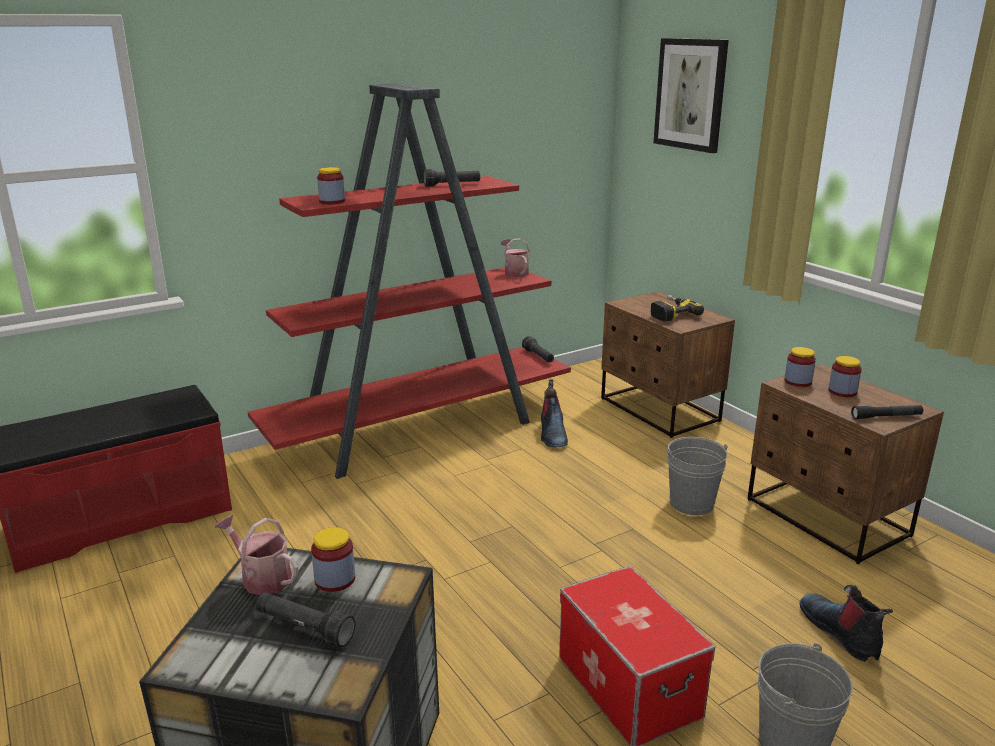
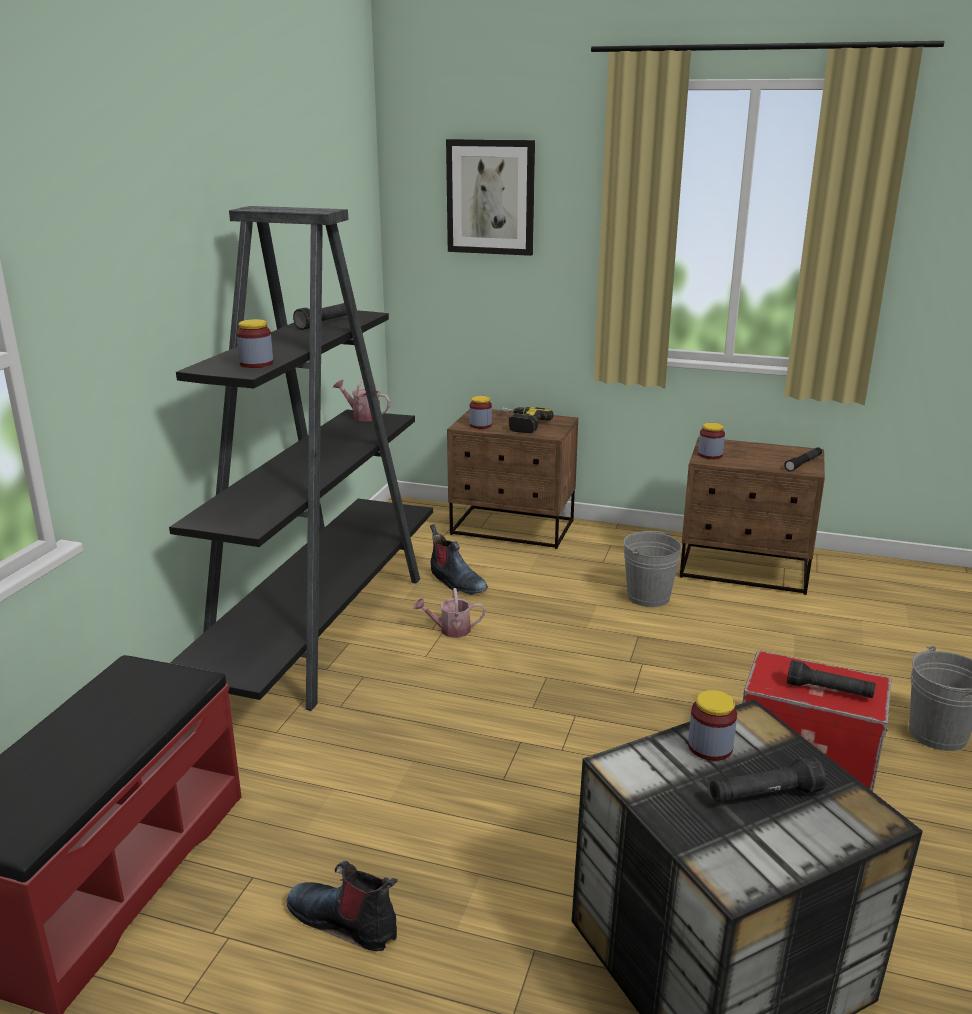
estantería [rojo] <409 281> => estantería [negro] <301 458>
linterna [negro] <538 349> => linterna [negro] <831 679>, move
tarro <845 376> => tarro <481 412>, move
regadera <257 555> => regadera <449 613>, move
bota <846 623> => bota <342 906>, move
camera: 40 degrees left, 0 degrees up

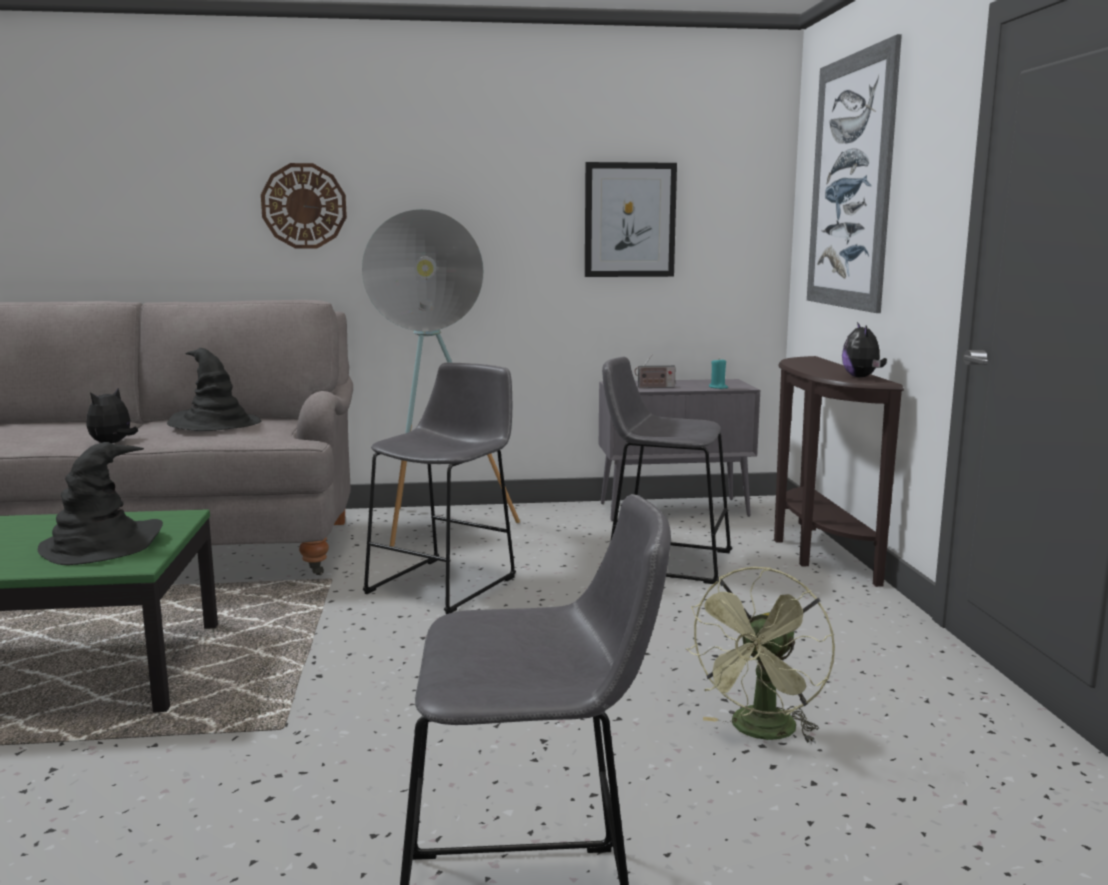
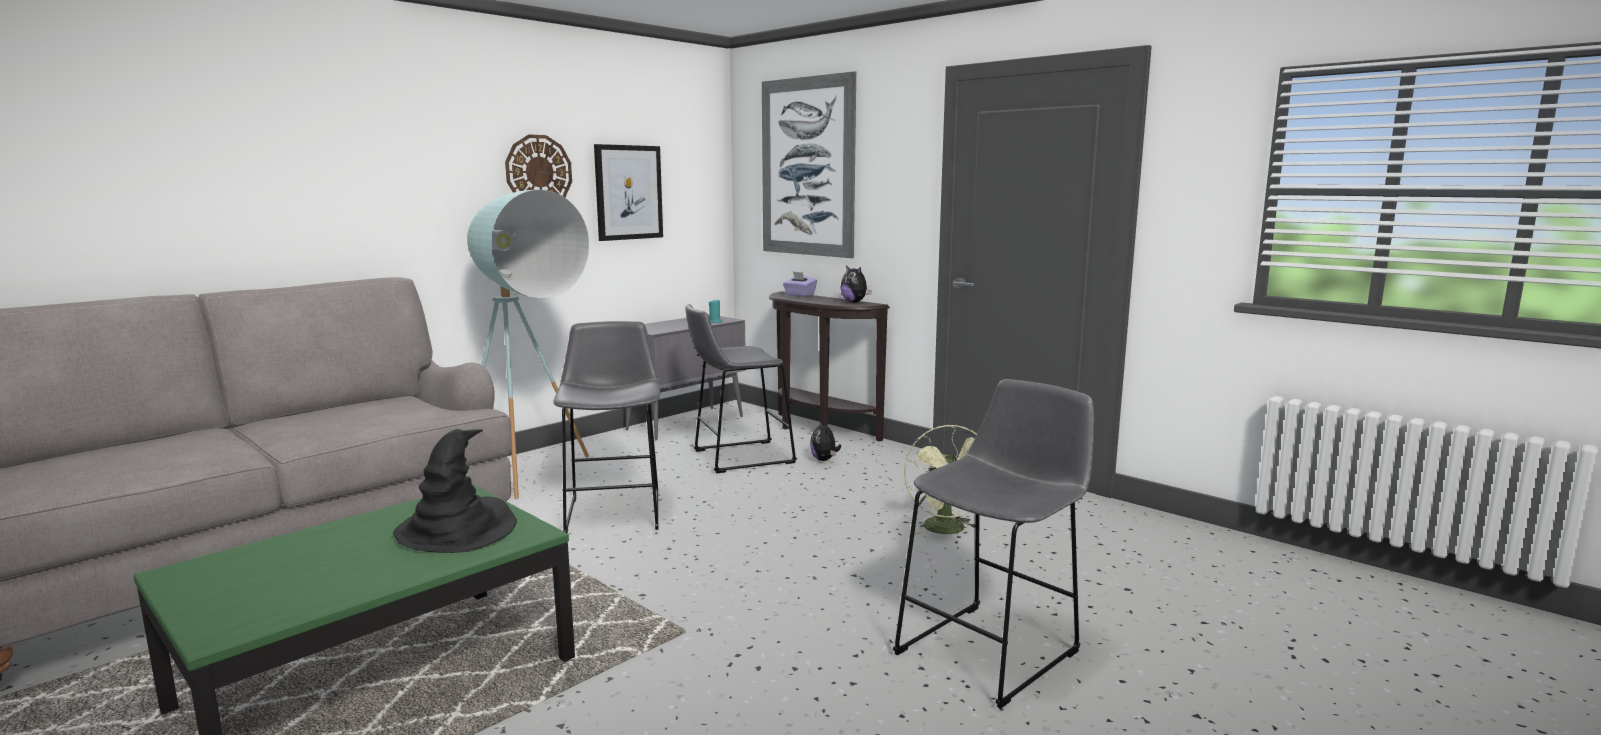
reloj de pared <304 205> => reloj de pared <538 166>, move
sombrero [negro] <214 389> => nothing
radio <654 371> => nothing
peluche <112 415> => peluche <825 441>, move
nothing => caja de pañuelos [morado] <800 284>
camera: 40 degrees left, 0 degrees up

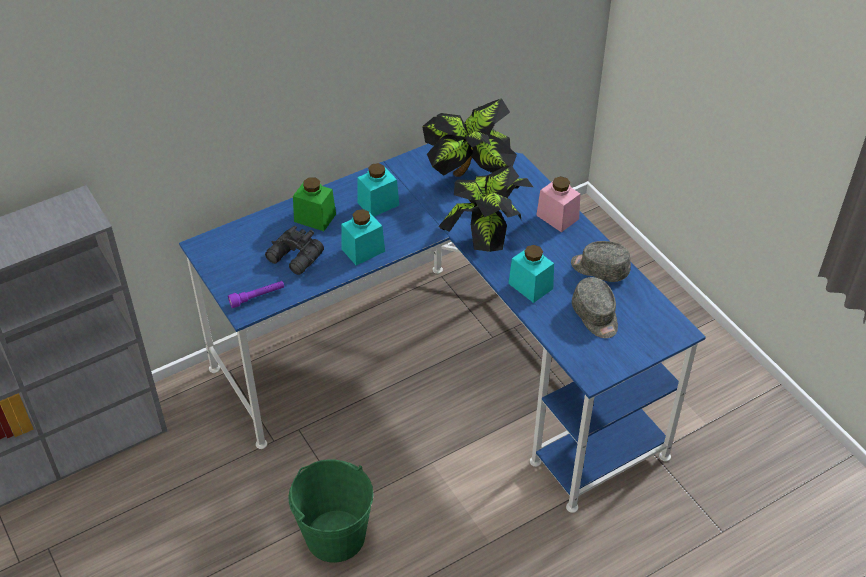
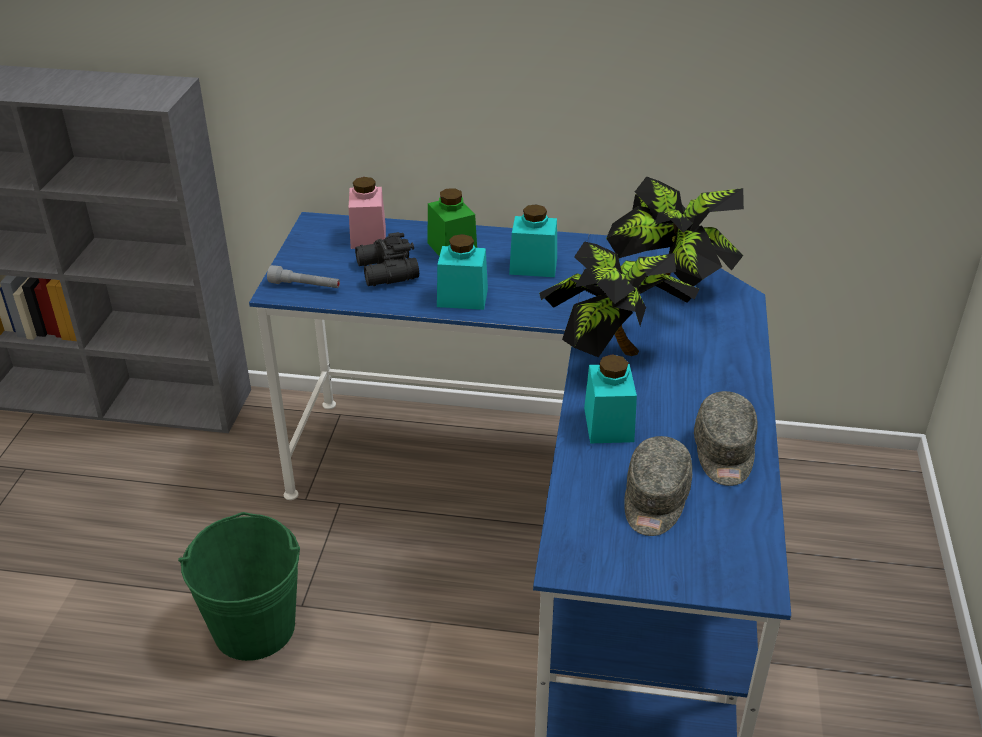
tarro [rosa] <558 204> => tarro [rosa] <367 213>, move
gorra [gris] <601 261> => gorra [gris] <725 438>, 150 degrees counterclockwise
linterna [morado] <256 294> => linterna [gris] <303 276>
camera: 40 degrees right, 10 degrees down

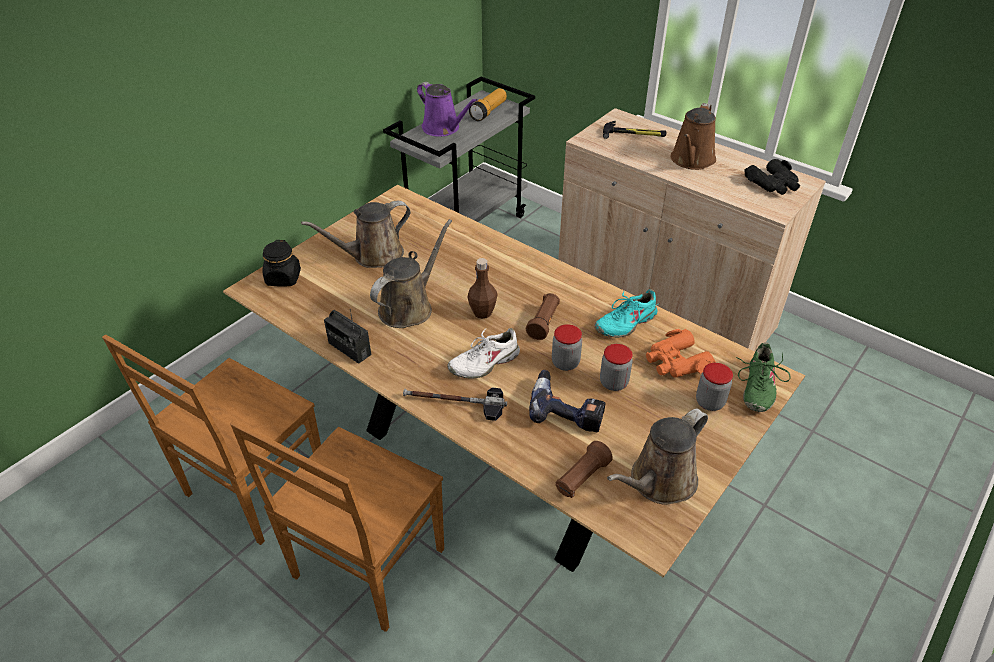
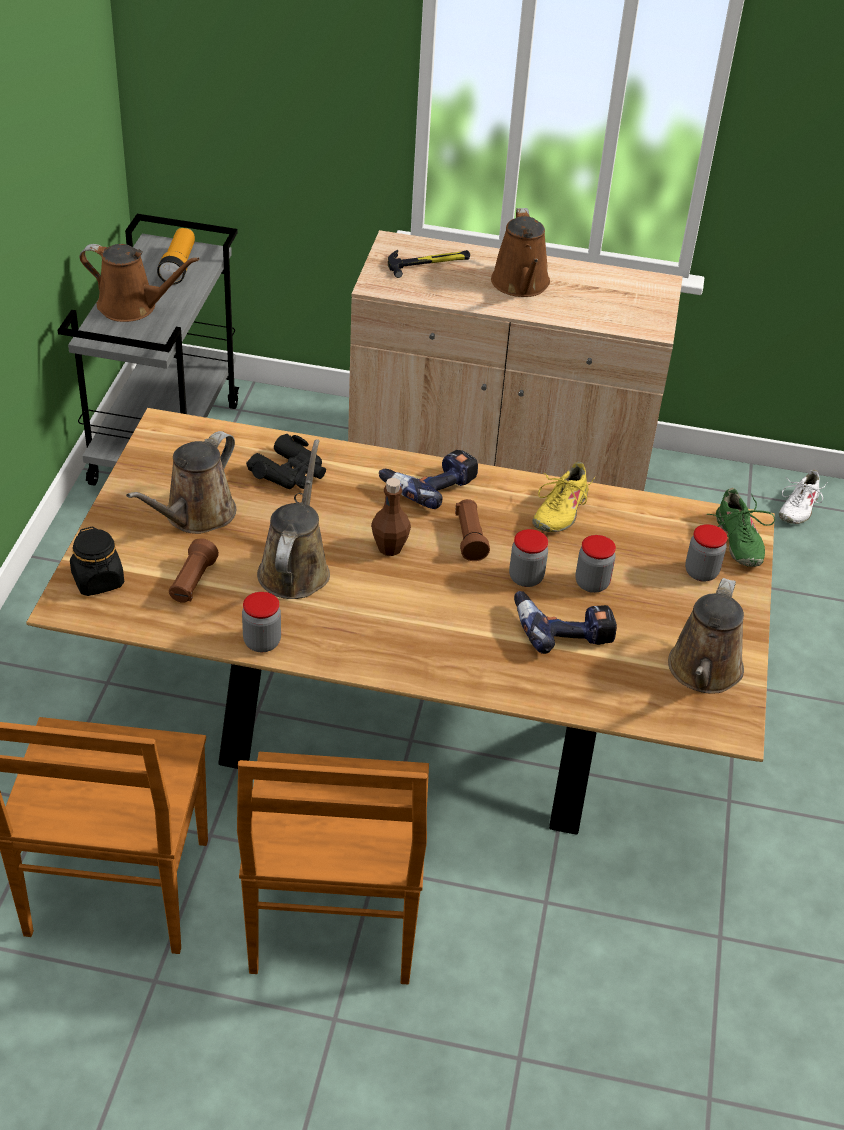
regadera [morado] <447 109> => regadera [marrón] <139 283>
prismáticos [negro] <772 177> => prismáticos [negro] <286 461>, move
zapato [turquesa] <627 313> => zapato [amarillo] <564 497>
radio <347 336> => tarro <261 622>
zapato [blanco] <483 353> => zapato [blanco] <803 497>, move
prismáticos [naranja] <681 353> => nothing
martillo <455 404> => nothing
linterna [marrón] <584 469> => linterna [marrón] <194 570>, move
nothing => taladro <428 479>
camera: 30 degrees left, 0 degrees up

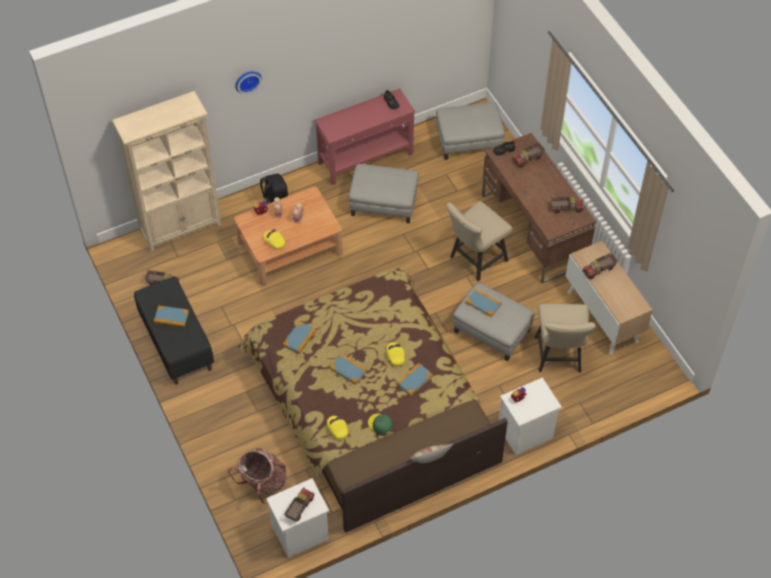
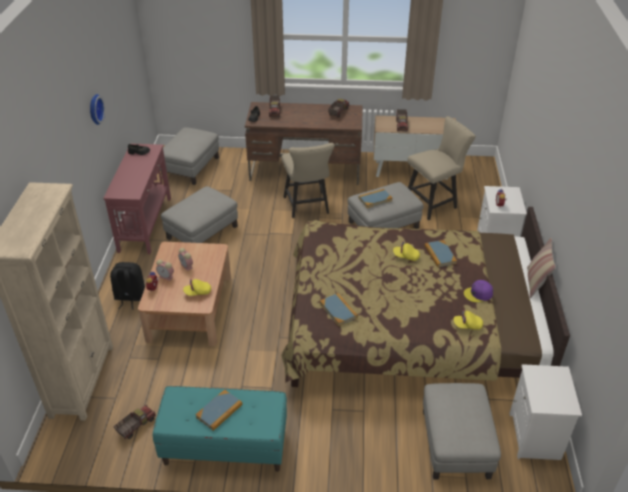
reloj de pared <248 82> => reloj de pared <97 109>, move
banco [negro] <174 331> => banco [turquesa] <220 429>
silla [beis] <565 338> => silla [beis] <441 168>, 60 degrees counterclockwise
libro <348 369> => nothing
gorra [verde] <380 425> => gorra [morado] <478 291>
mochila <257 476> => puf [gris] <462 431>
camión de juguete <299 504> => nothing
camera: 60 degrees left, 15 degrees down

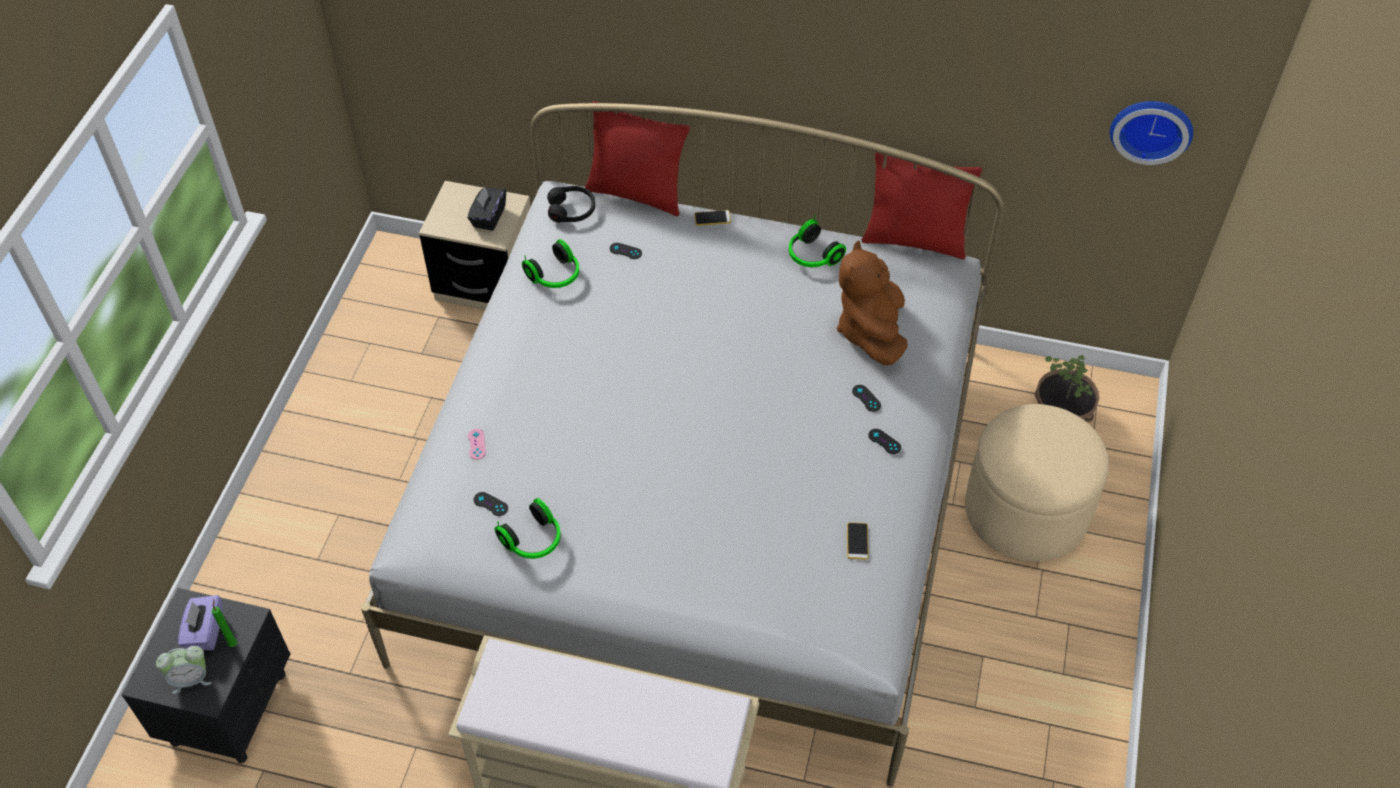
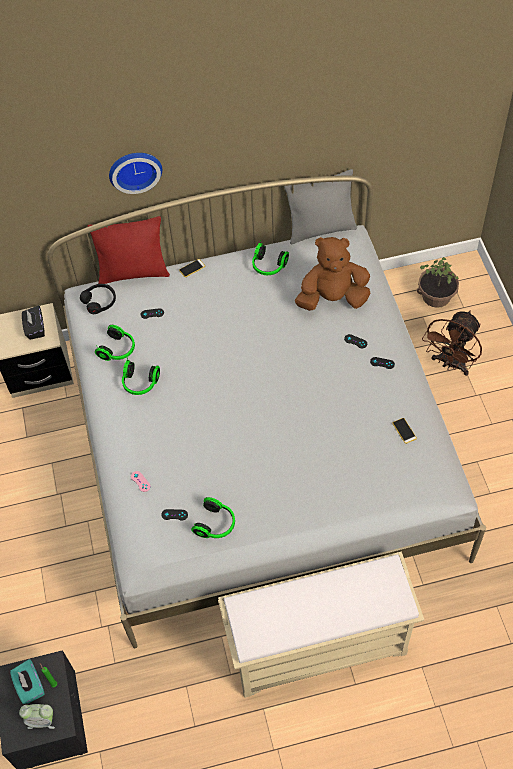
reloj de pared <1151 133> => reloj de pared <135 173>, move
cojín [rojo] <921 206> => cojín [gris] <320 207>
peluche [marrón] <872 303> => peluche [marrón] <332 274>, 105 degrees clockwise
puf [beis] <1037 482> => ventilador [marrón] <452 343>
caja de pañuelos [morado] <200 622> => caja de pañuelos [turquesa] <27 681>
despertador <184 670> => despertador <37 716>, 45 degrees clockwise
nothing => auriculares <141 376>
camera: 25 degrees left, 5 degrees up

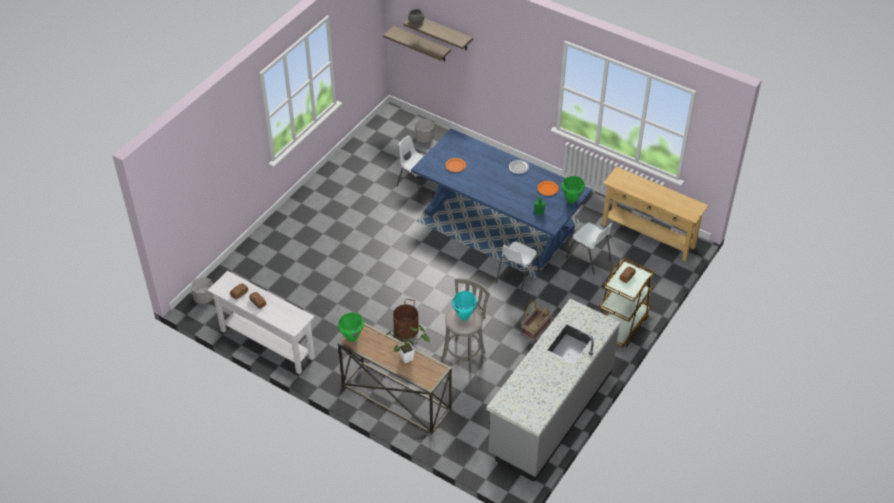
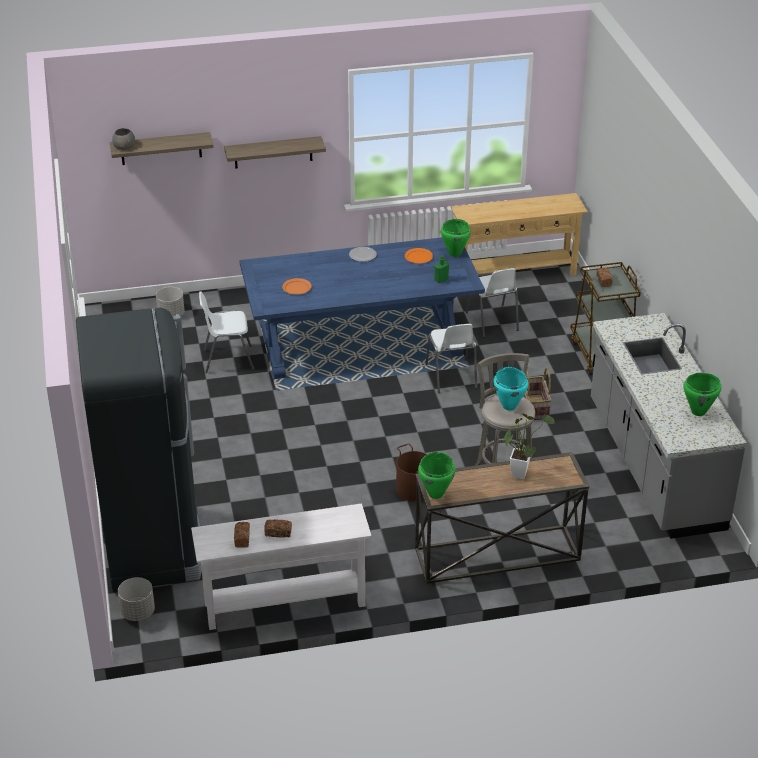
estante <417 44> => estante <275 152>, move
silla [blanco] <589 249> => silla [blanco] <492 302>, 75 degrees clockwise
nothing => nevera [negro] <139 450>
nothing => olla [verde] <702 394>
camera: 45 degrees left, 10 degrees down

